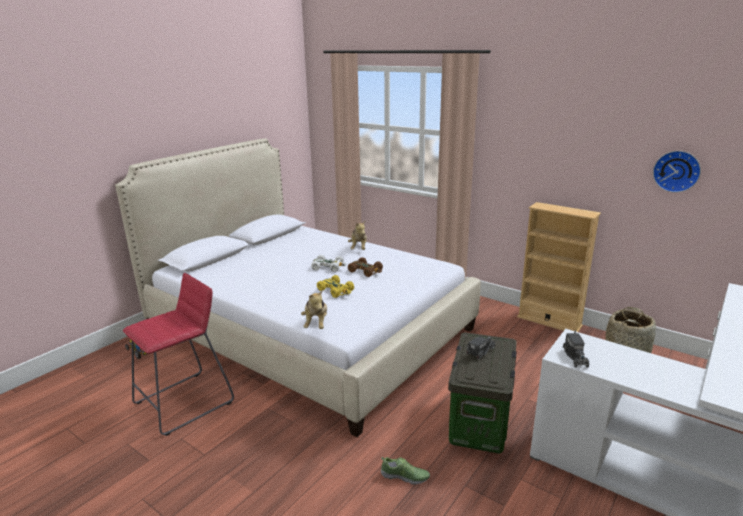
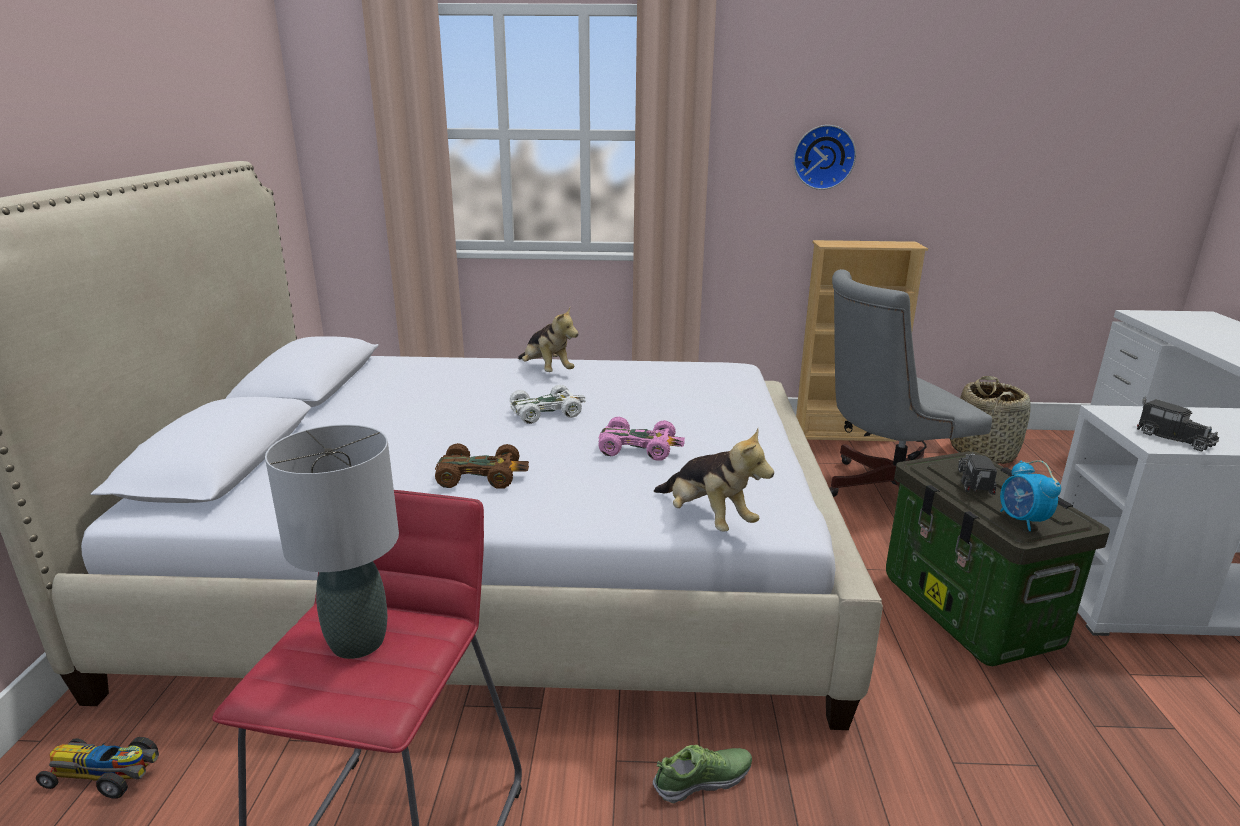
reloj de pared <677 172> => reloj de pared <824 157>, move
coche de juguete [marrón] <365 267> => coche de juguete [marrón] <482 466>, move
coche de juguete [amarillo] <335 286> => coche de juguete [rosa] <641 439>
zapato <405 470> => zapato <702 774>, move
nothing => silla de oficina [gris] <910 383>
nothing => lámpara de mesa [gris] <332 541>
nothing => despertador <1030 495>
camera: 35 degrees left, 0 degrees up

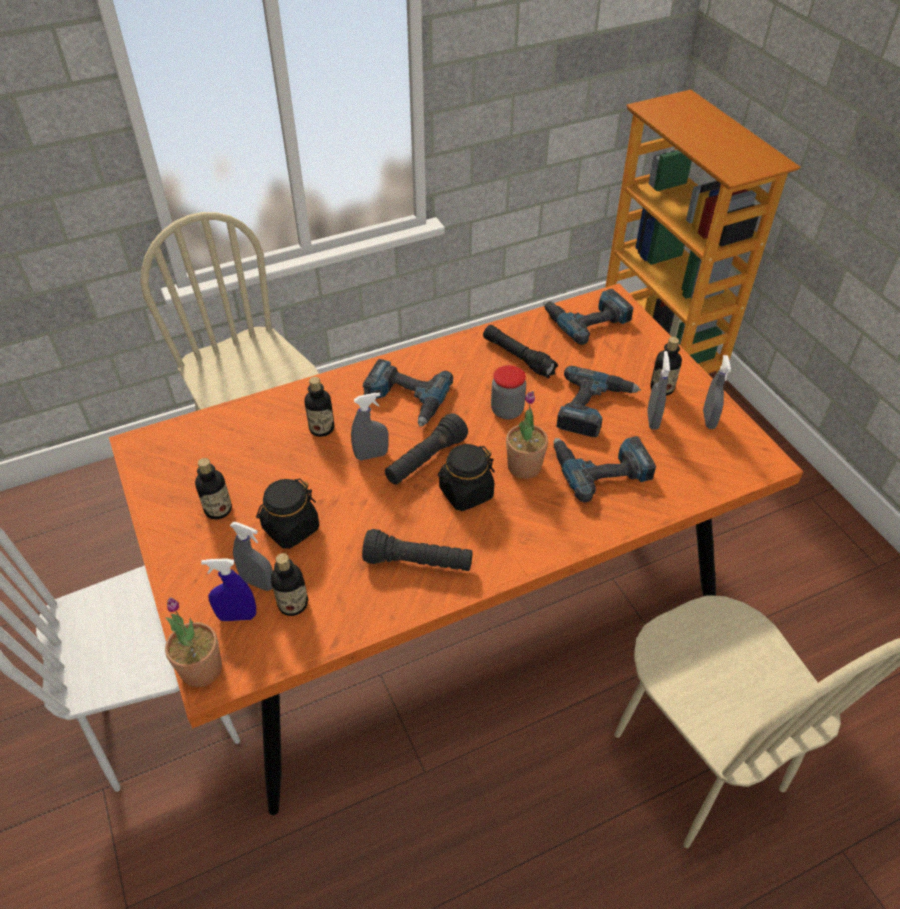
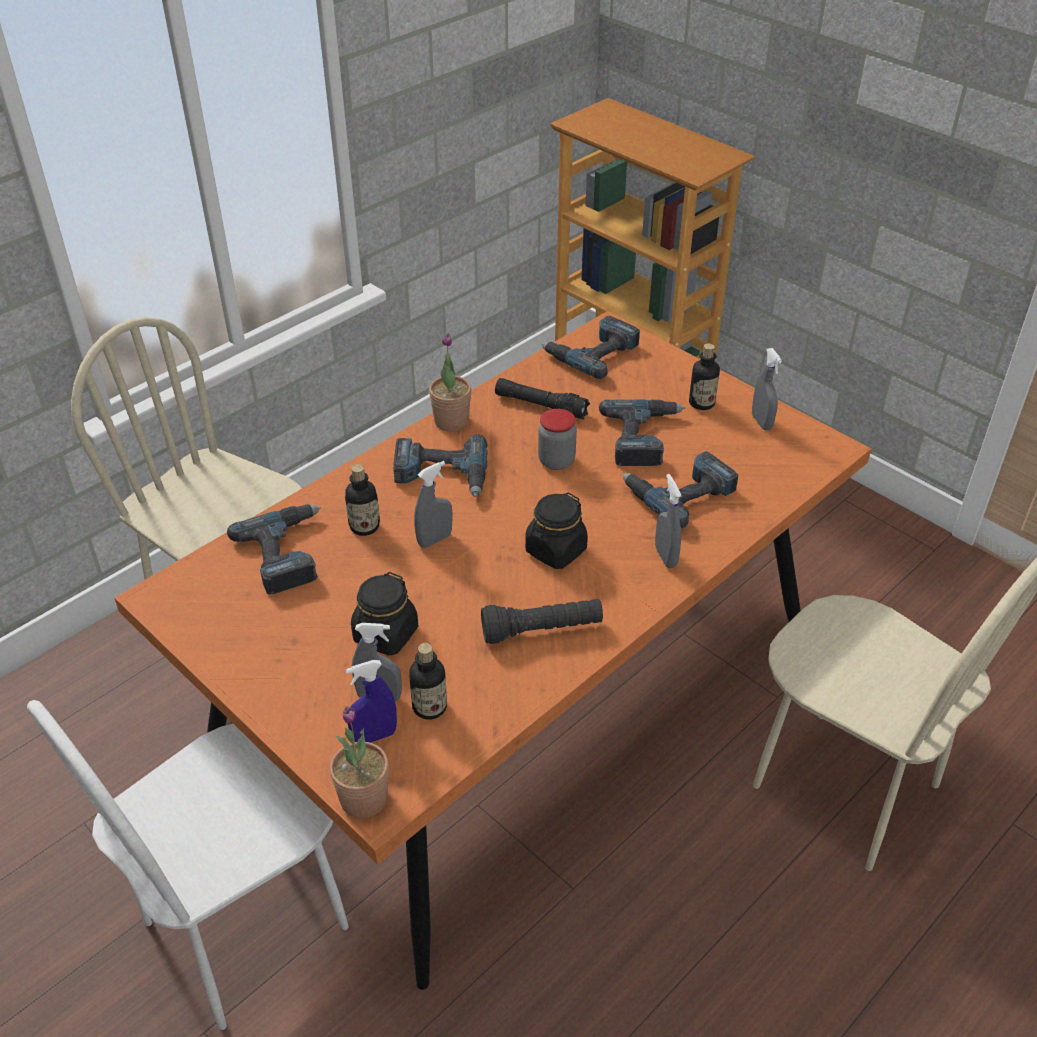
pulverizador [gris] <658 390> => pulverizador [gris] <668 521>, move
planta en maceta <527 435> => planta en maceta <450 382>, move
linterna [negro] <426 449> => nothing
botella <213 489> => nothing
nothing => taladro <274 549>
camera: 20 degrees left, 5 degrees down

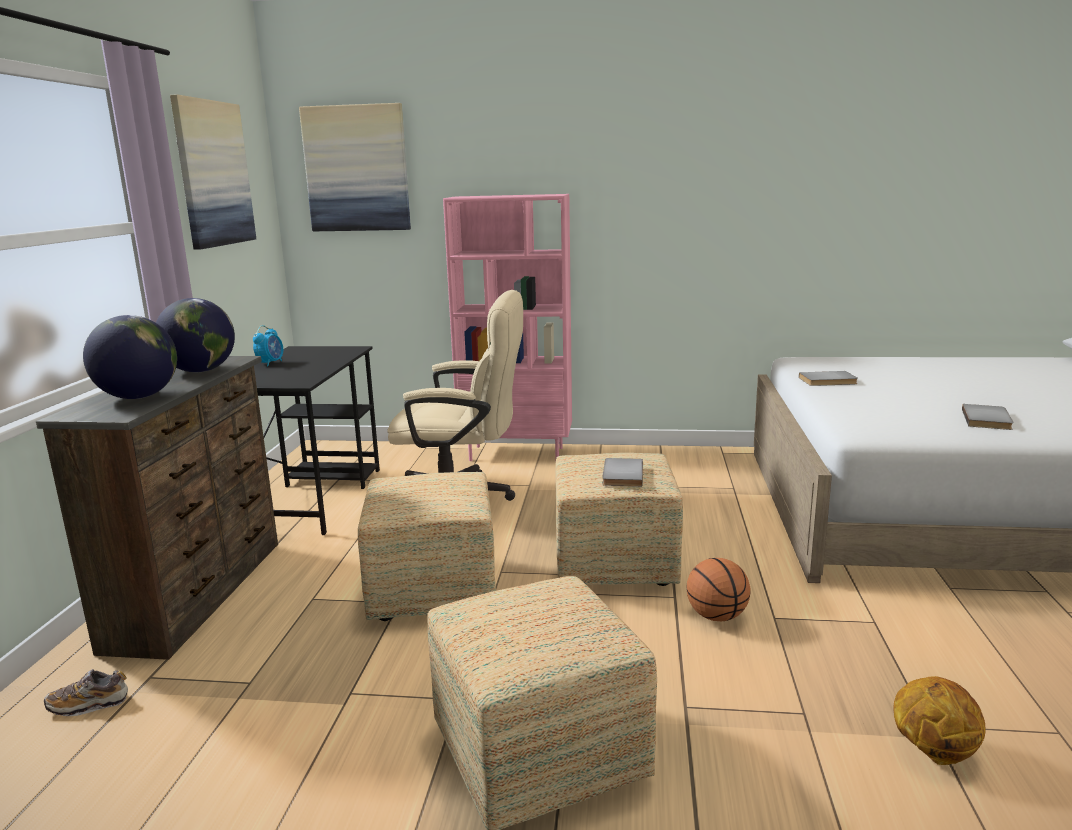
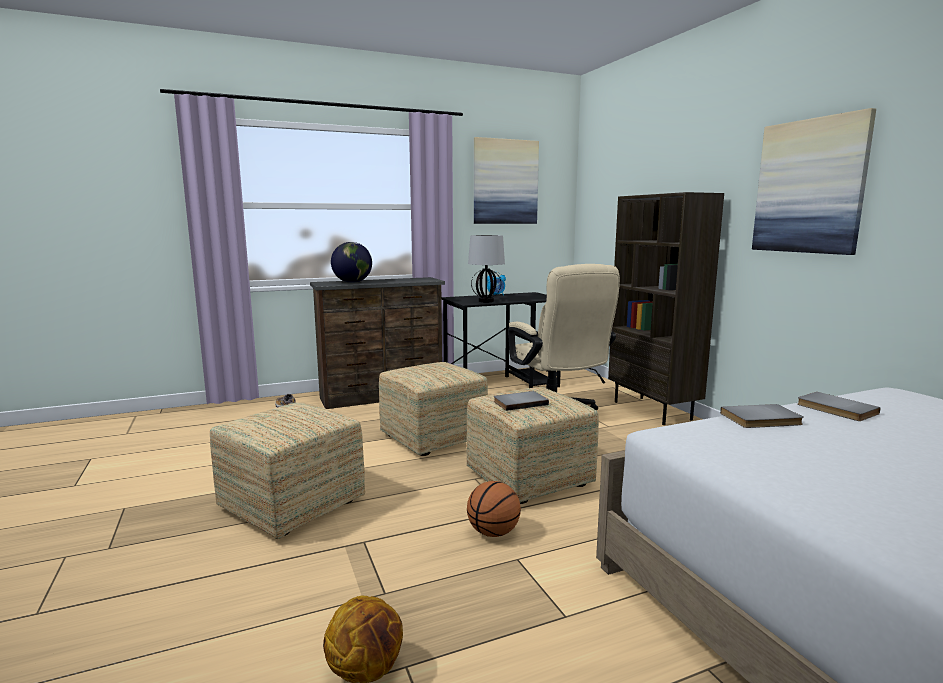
cuadro <355 167> => cuadro <814 181>, move
estantería [rosa] <507 327> => estantería [marrón] <666 308>
globo terráqueo <195 335> => nothing
libro [gris] <988 417> => libro [gris] <762 416>, move
nothing => lámpara de mesa <486 268>
camera: 60 degrees right, 5 degrees down

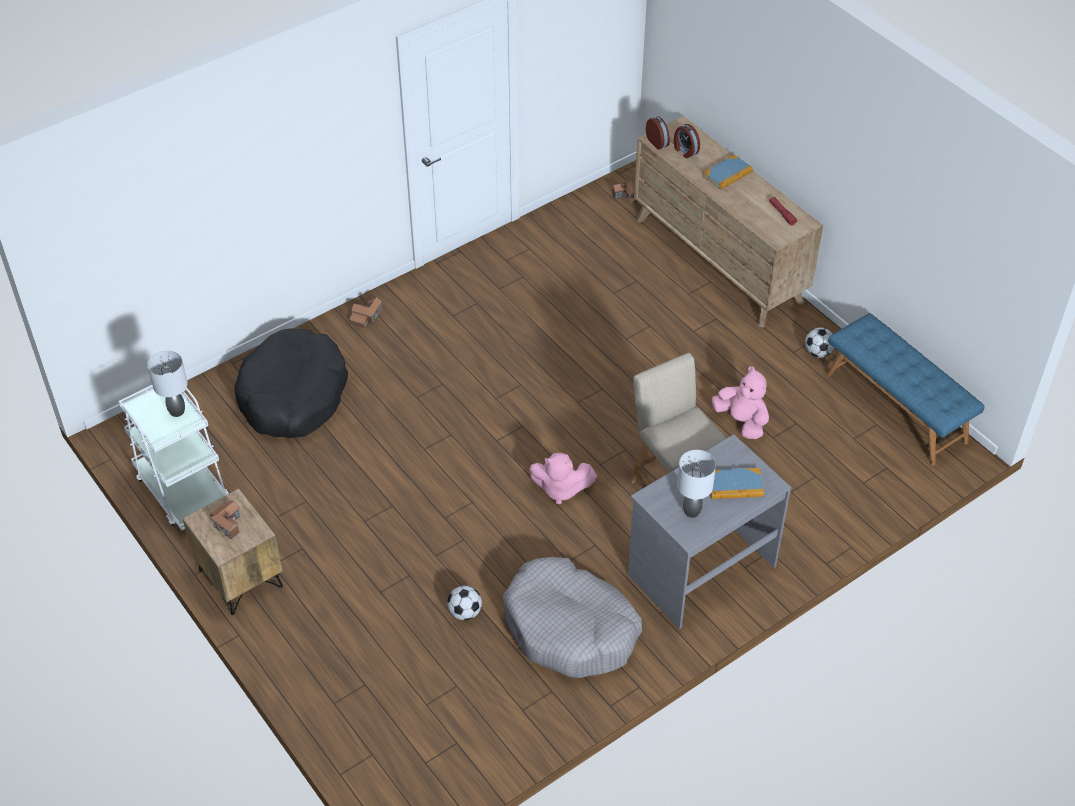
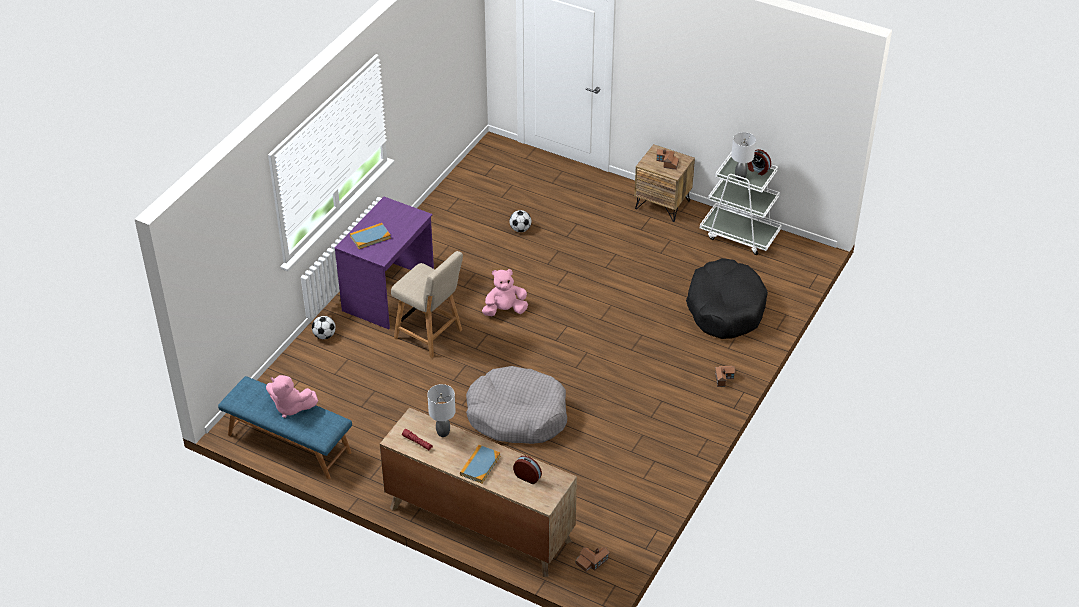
despertador <658 133> => despertador <759 162>, move
balón de fútbol <819 342> => balón de fútbol <324 327>, move
peluche [rosa] <740 402> => peluche [rosa] <292 396>, move
escritorio [gris] <709 531> => escritorio [morado] <384 263>
lámpara de mesa [gris] <696 484> => lámpara de mesa [gris] <441 410>, move
cama para perro [gris] <572 617> => cama para perro [gris] <516 405>, move
camera: 155 degrees right, 5 degrees down

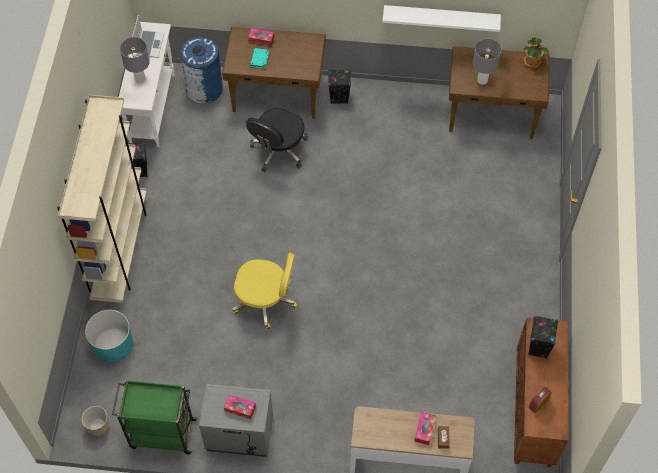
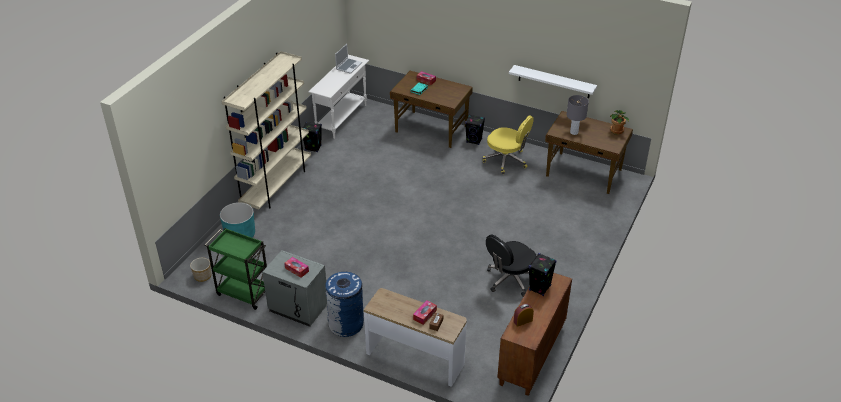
lámpara de mesa [gris] <135 60> => nothing
papelera [azul] <201 70> => papelera [azul] <344 304>, move
silla de oficina [negro] <277 140> => silla de oficina [negro] <511 265>, move
silla de oficina [amarillo] <265 291> => silla de oficina [amarillo] <508 144>, move
camera: 20 degrees right, 20 degrees down

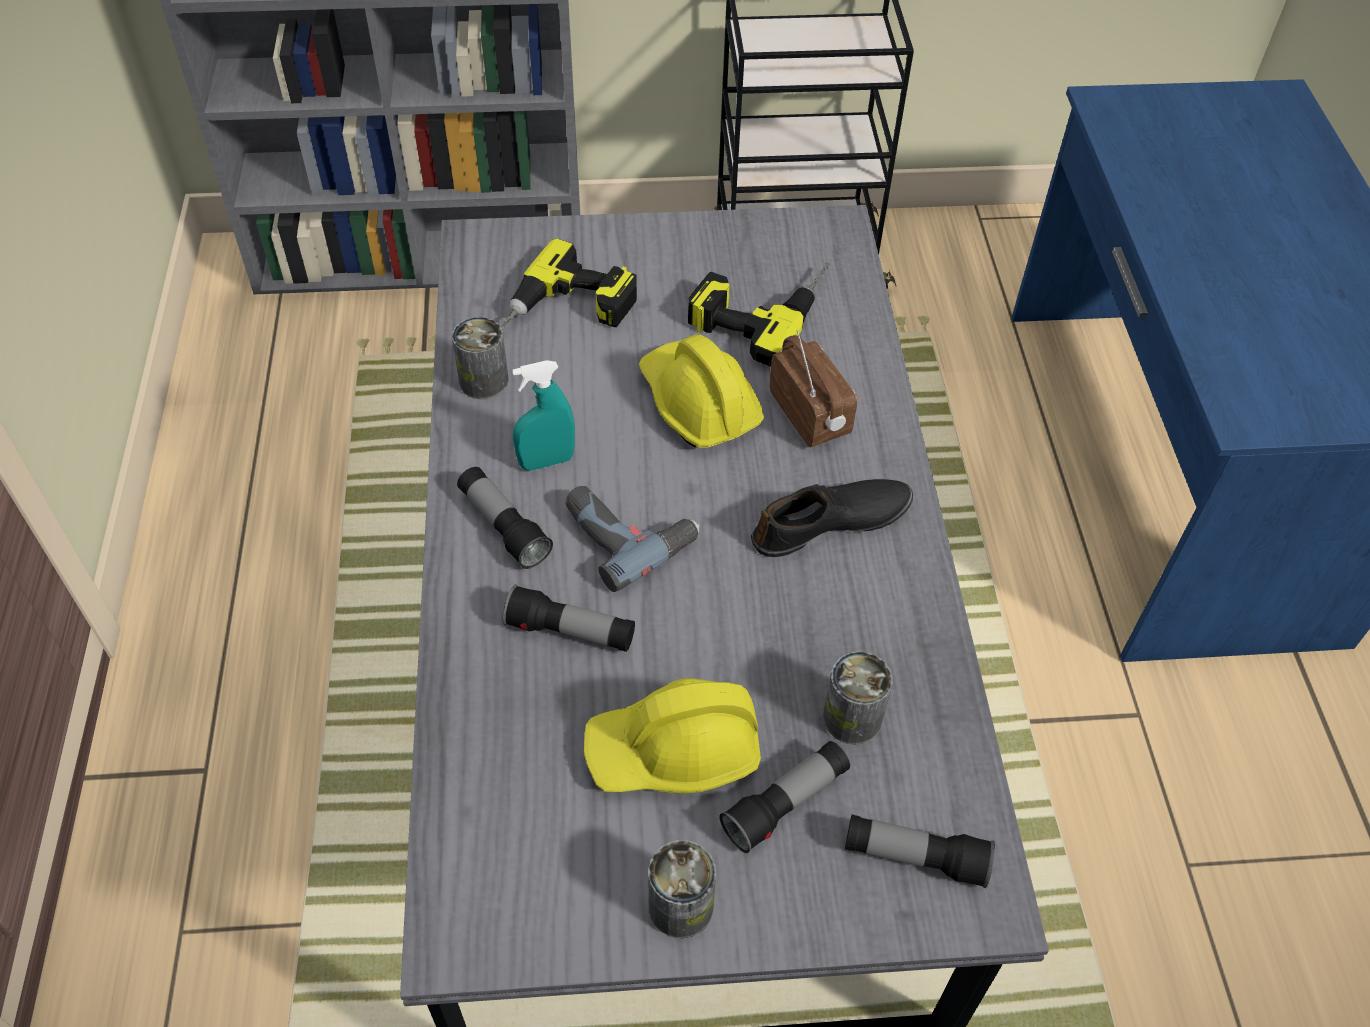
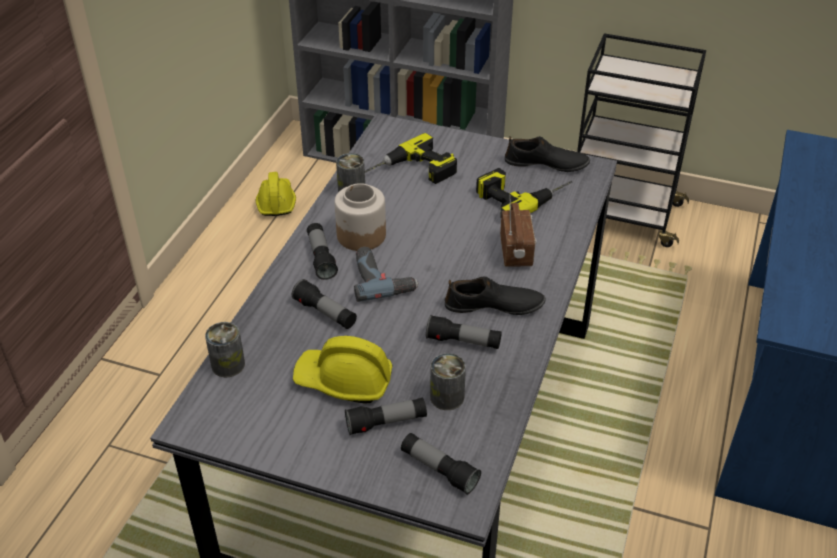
casco [amarillo] <701 390> => casco [amarillo] <276 194>, move
pulverizador [turquesa] <543 415> => tarro <360 217>
lata <682 889> => lata <225 349>, move
nothing => zapato [negro] <547 154>
nothing => linterna <464 332>
camera: 25 degrees right, 10 degrees down

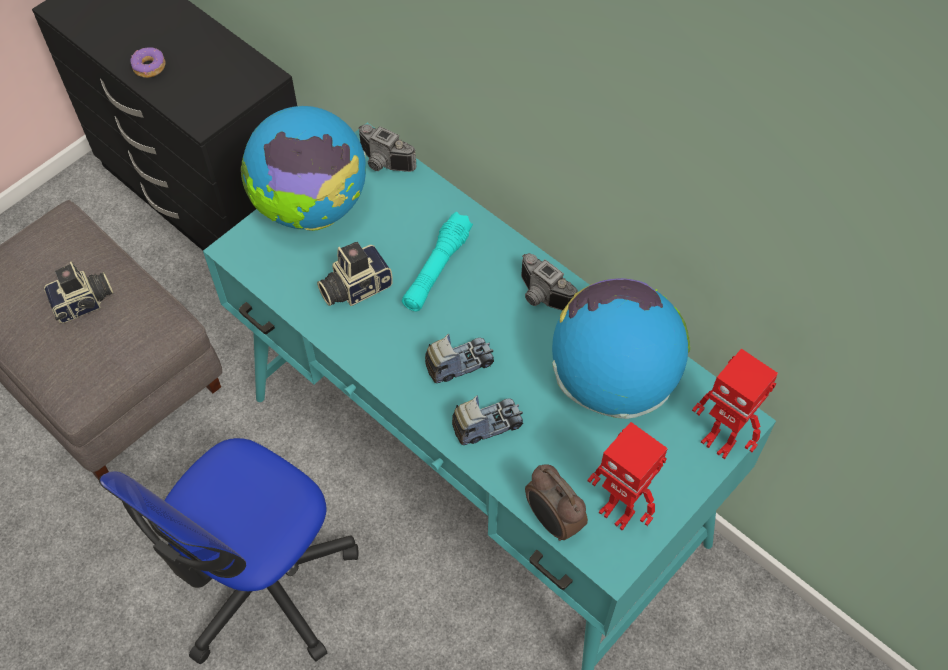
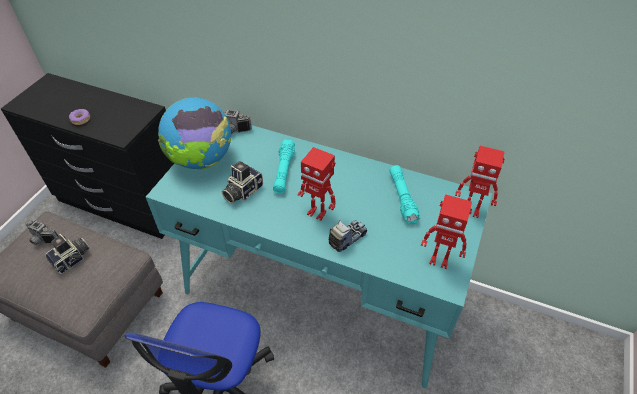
cámara <549 282> => cámara <42 232>, move
globo terráqueo <621 348> => linterna [turquesa] <405 194>
camión de juguete <459 358> => robot de juguete <317 184>
despertador <556 502> => nothing
camera: 20 degrees left, 10 degrees down

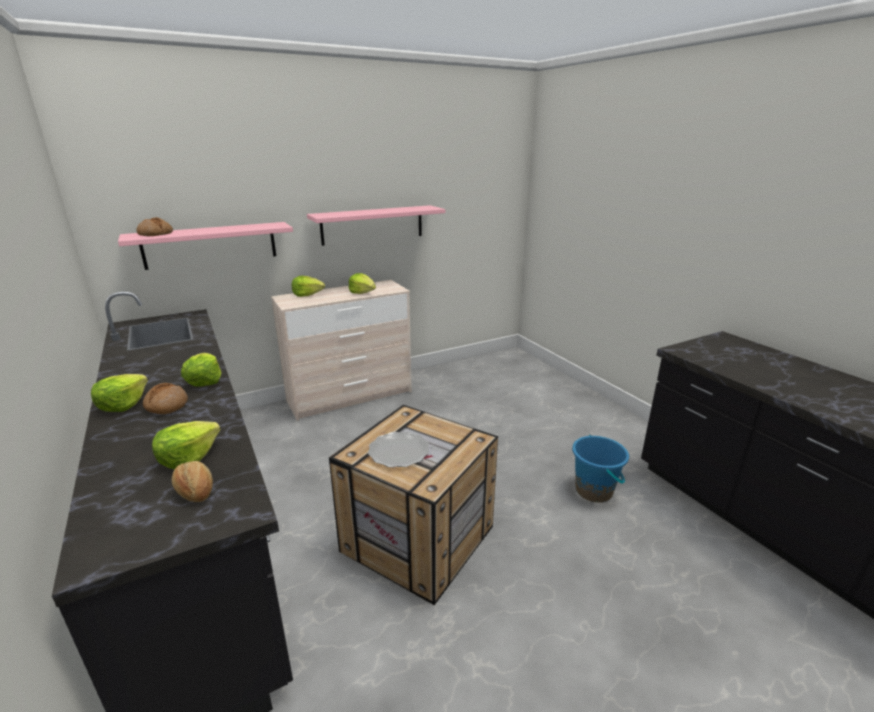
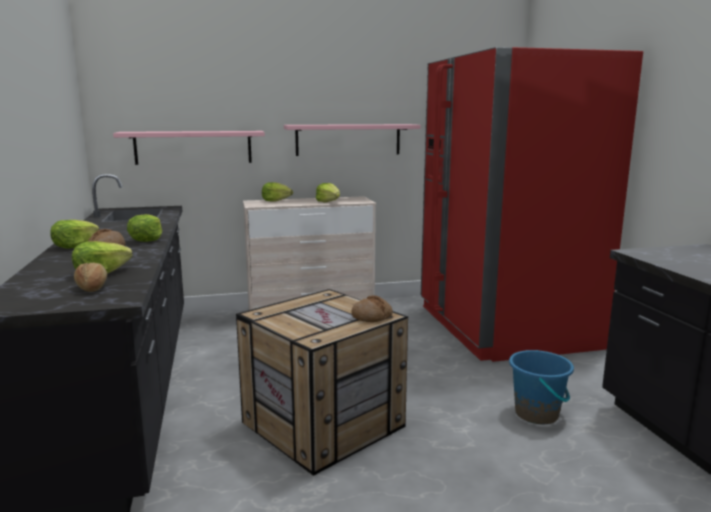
pan <154 226> => pan <372 308>, move
plato <398 449> => nothing
nothing => nevera [rojo] <532 204>
camera: 15 degrees right, 10 degrees down

